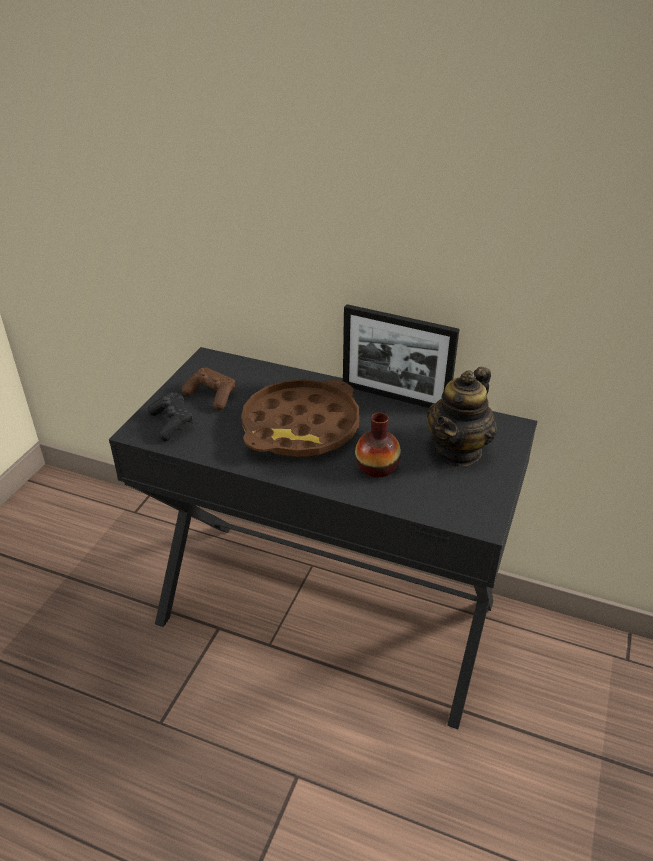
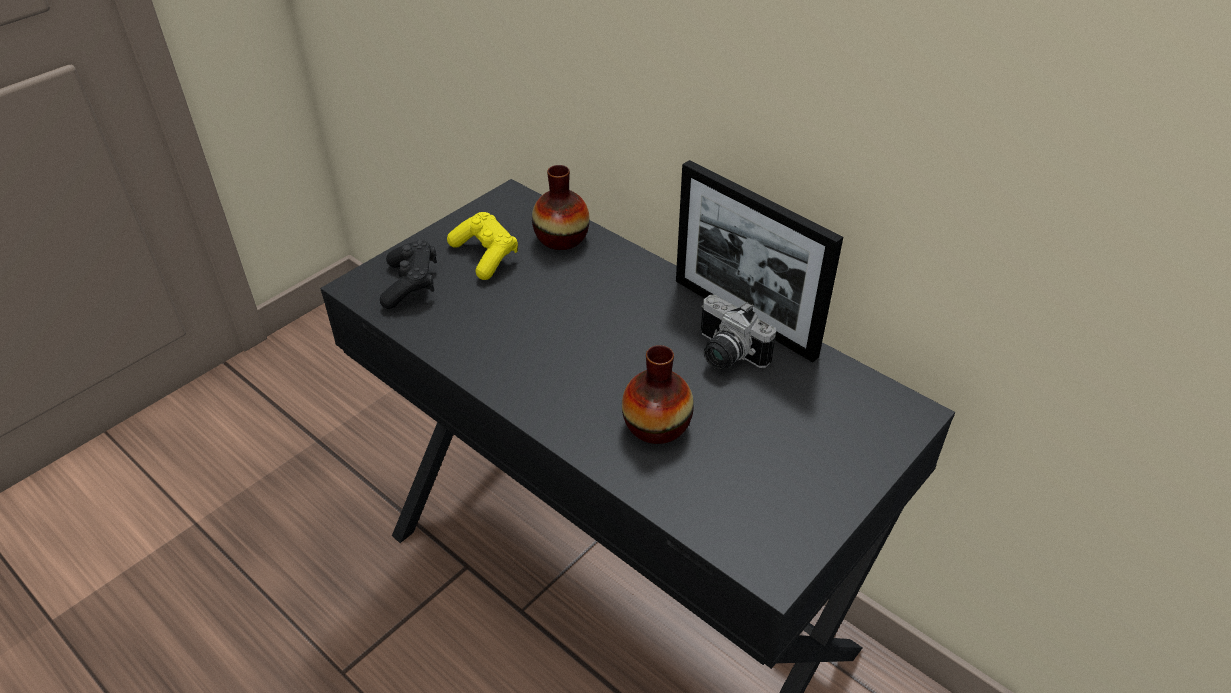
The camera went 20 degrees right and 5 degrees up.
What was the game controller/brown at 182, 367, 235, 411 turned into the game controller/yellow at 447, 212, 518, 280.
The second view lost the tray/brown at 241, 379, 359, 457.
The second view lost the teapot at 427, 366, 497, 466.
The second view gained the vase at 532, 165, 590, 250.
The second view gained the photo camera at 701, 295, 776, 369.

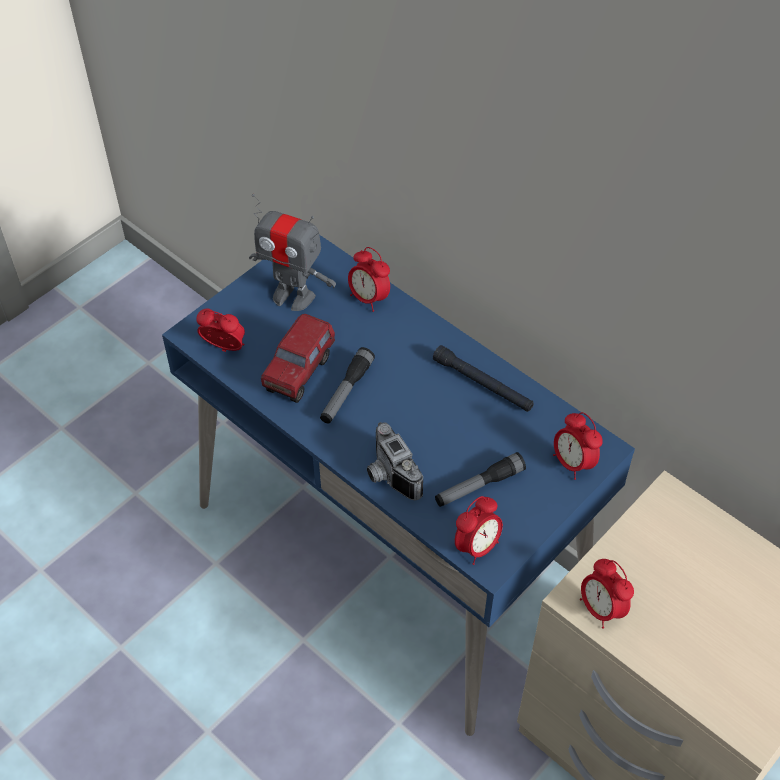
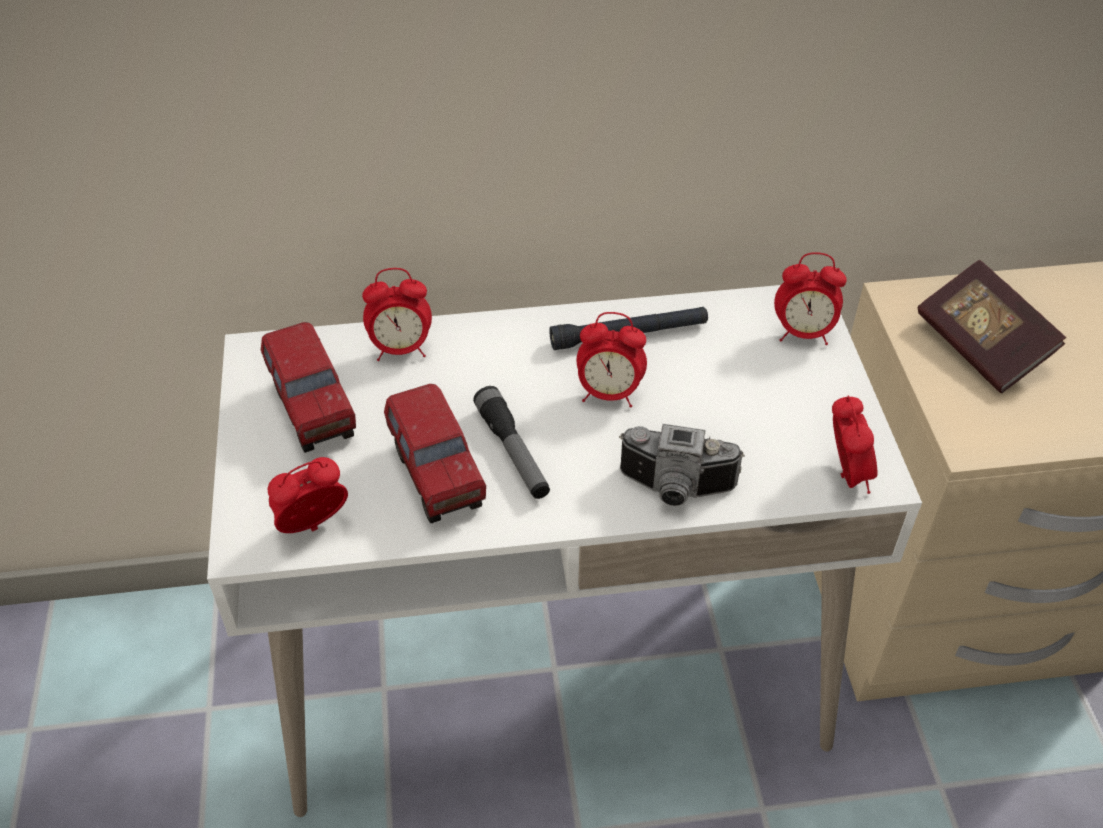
The camera went 50 degrees left and 5 degrees down.
What was the desk/blue at 162, 235, 635, 736 turned into the desk/white at 207, 285, 922, 817.
Where the toy robot stood at 249, 194, 336, 311, the toy truck came to stand at 261, 322, 356, 453.
The second view lost the flashlight at 435, 452, 526, 507.
The alarm clock ended up elsewhere, having gone from 580, 559, 634, 629 to 577, 312, 647, 407.
The second view gained the book at 918, 260, 1066, 393.

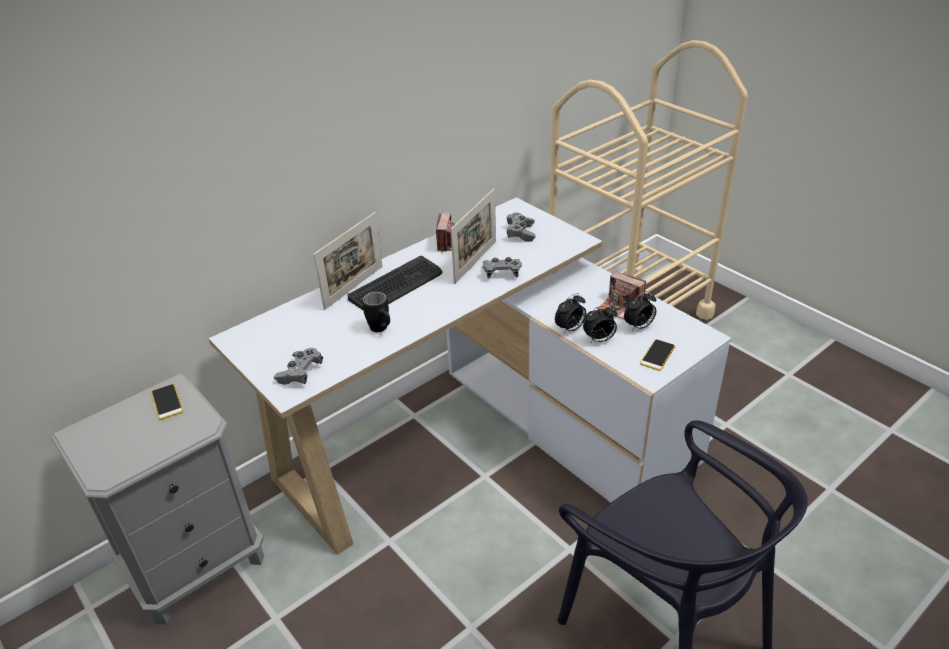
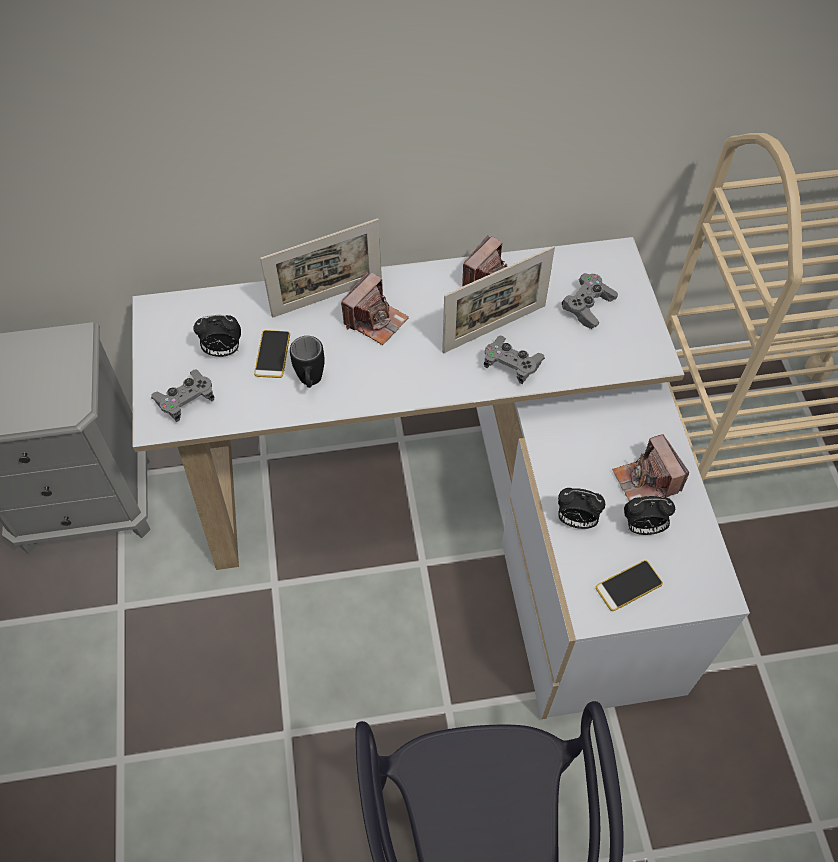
The camera went 30 degrees right and 20 degrees up.
The phone ended up elsewhere, having gone from 151, 384, 183, 420 to 254, 330, 290, 378.
Where the keyboard stood at 347, 256, 442, 310, the photo camera came to stand at 341, 271, 409, 345.
The alarm clock ended up elsewhere, having gone from 555, 293, 586, 334 to 193, 315, 241, 357.

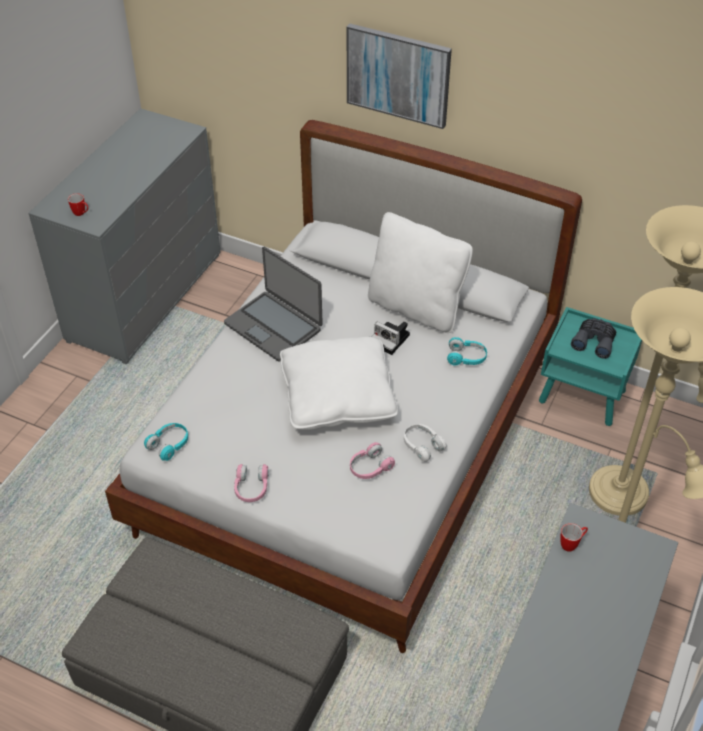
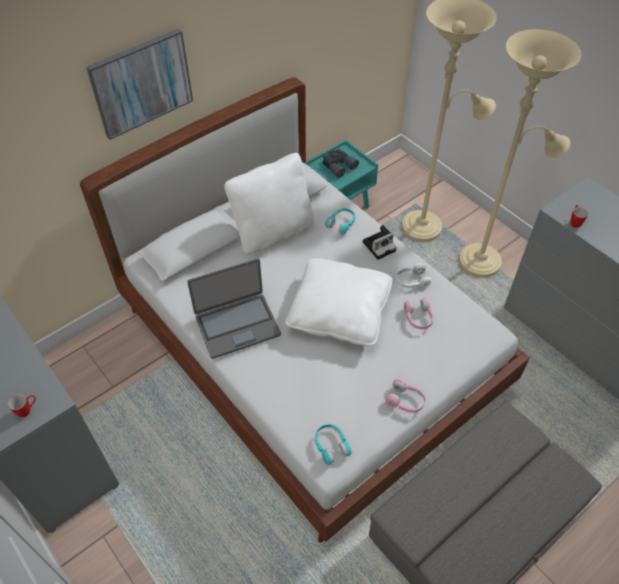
The camera went 65 degrees left and 5 degrees up.
The photo camera ended up elsewhere, having gone from 372, 322, 410, 355 to 363, 225, 397, 260.

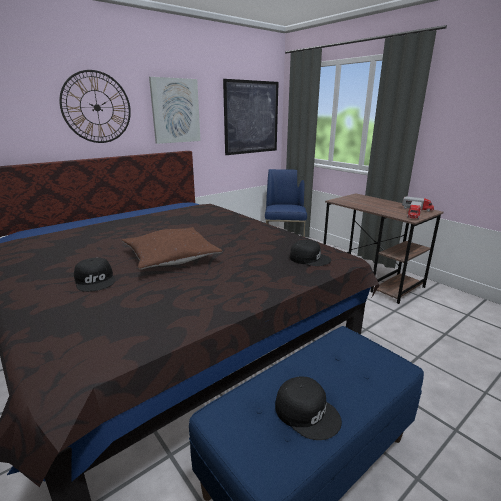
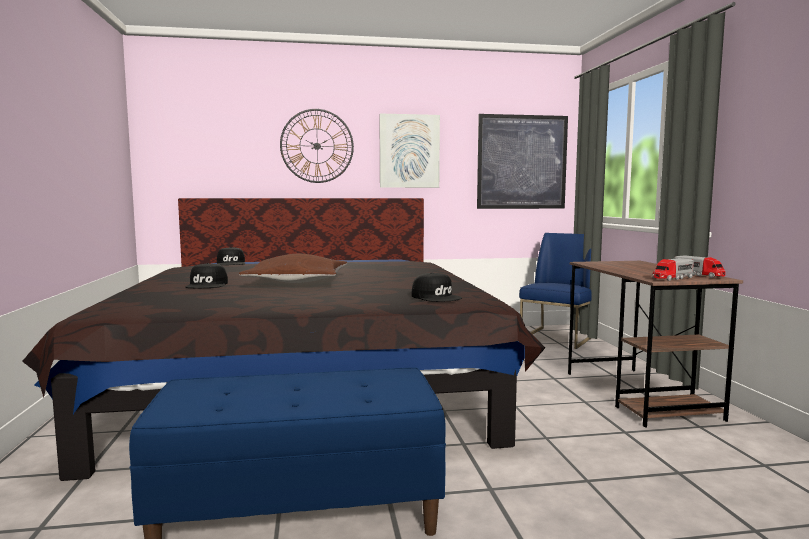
The camera went 30 degrees right and 15 degrees down.
The cap/black ended up elsewhere, having gone from 275, 376, 342, 440 to 217, 247, 245, 265.

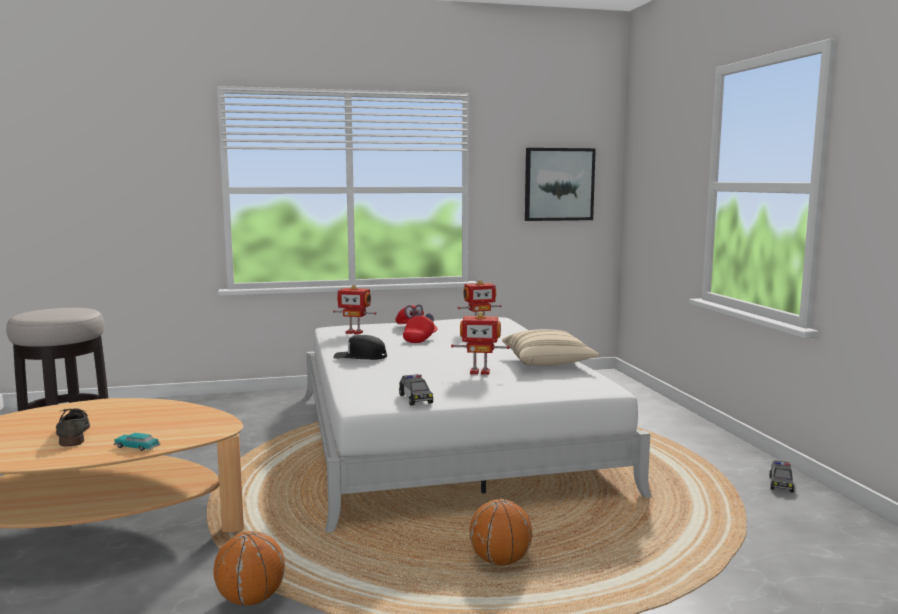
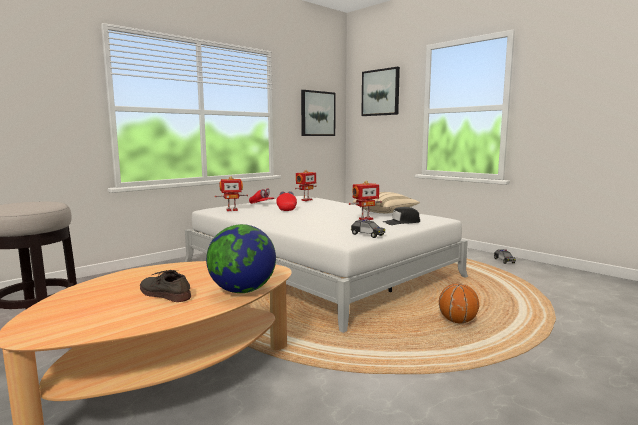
The camera went 30 degrees left and 0 degrees up.
Where the toy car stood at 114, 433, 161, 451, the globe came to stand at 206, 224, 276, 293.
The second view lost the basketball at 213, 531, 285, 606.
The cap/black ended up elsewhere, having gone from 333, 335, 387, 360 to 383, 207, 420, 225.
The second view gained the picture at 361, 67, 400, 116.

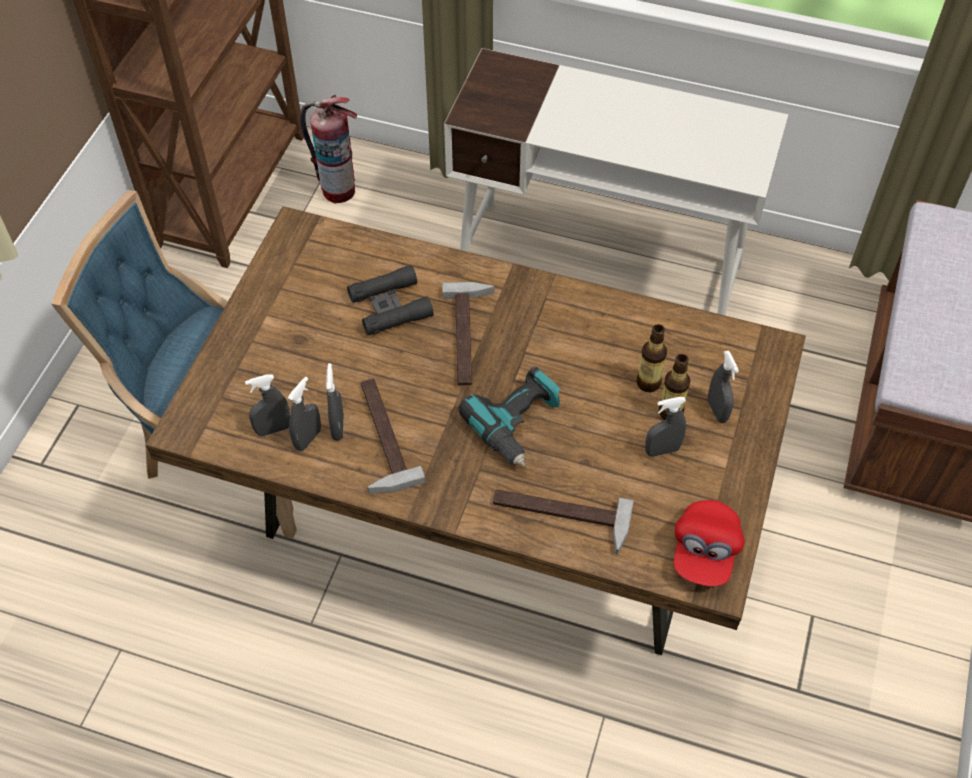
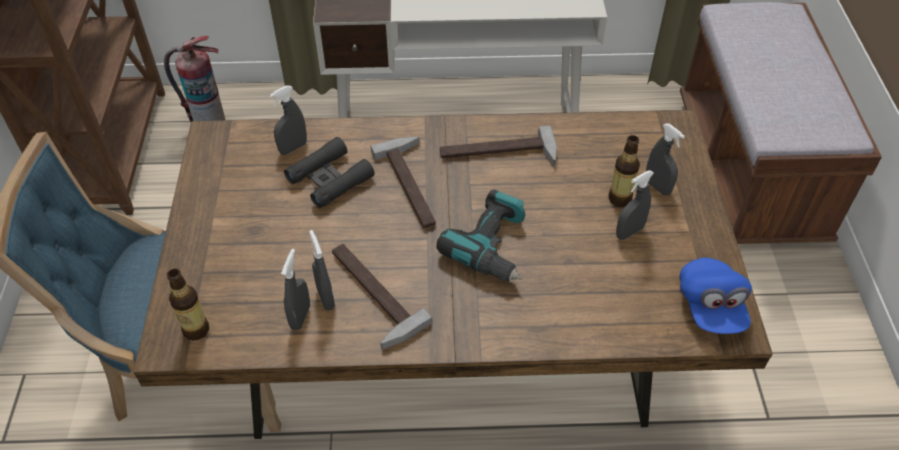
The camera went 20 degrees left and 5 degrees down.
The spray bottle/grey ended up elsewhere, having gone from 245, 374, 290, 436 to 270, 86, 307, 155.
The hammer ended up elsewhere, having gone from 493, 490, 634, 555 to 440, 126, 557, 167.
The bottle ended up elsewhere, having gone from 636, 324, 667, 392 to 167, 268, 209, 340.
What was the cap/red at 674, 500, 745, 586 turned into the cap/blue at 679, 258, 752, 334.

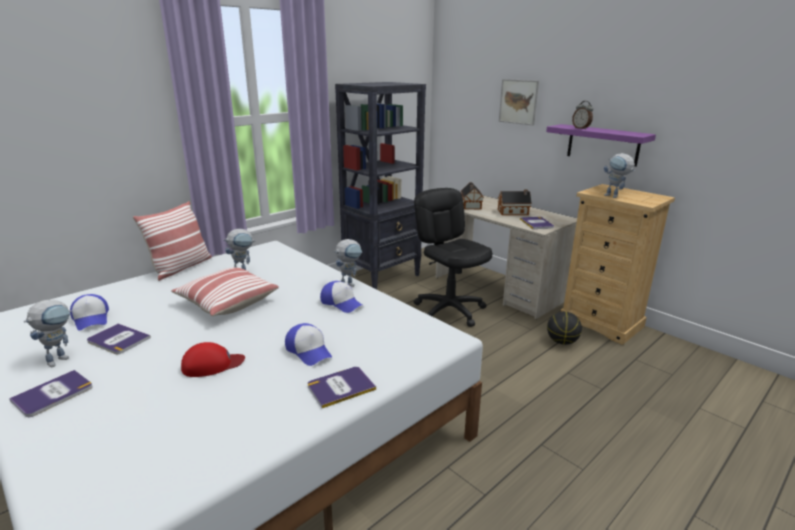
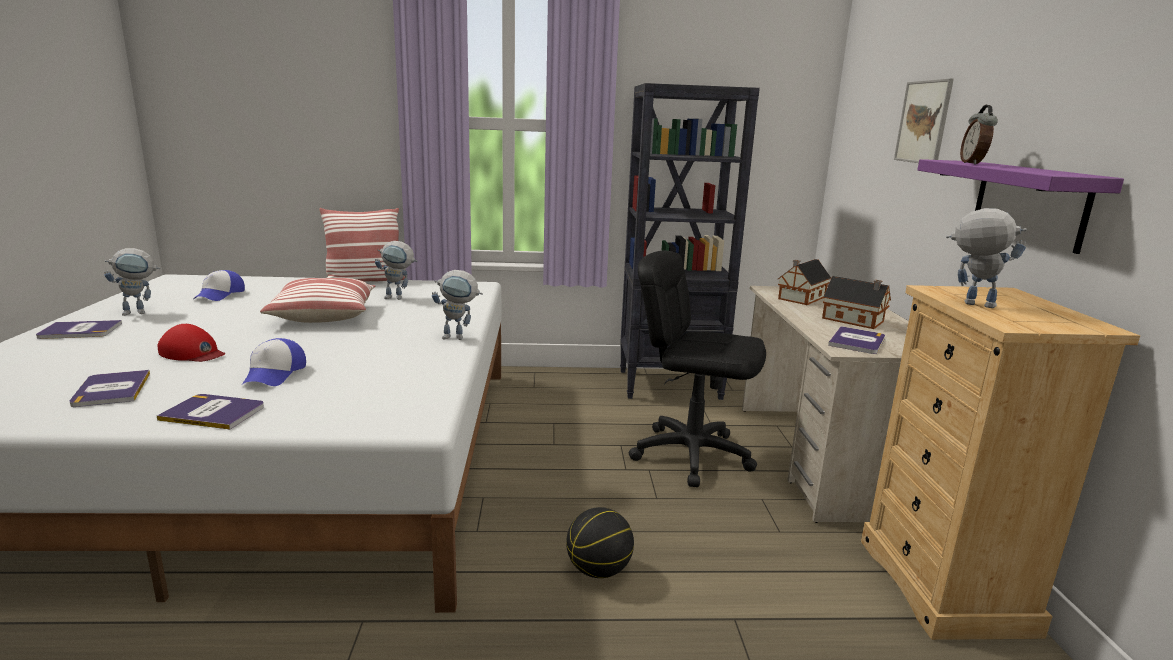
The camera went 40 degrees right and 5 degrees down.
The book ended up elsewhere, having gone from 87, 324, 151, 354 to 69, 370, 150, 407.
The second view lost the cap at 320, 281, 362, 313.
The office chair/black at 414, 188, 492, 327 ended up facing another way, 75 degrees counterclockwise from before.
The basketball ended up elsewhere, having gone from 547, 311, 582, 345 to 566, 507, 634, 578.
The toy robot at 604, 153, 635, 198 ended up facing another way, 120 degrees clockwise from before.

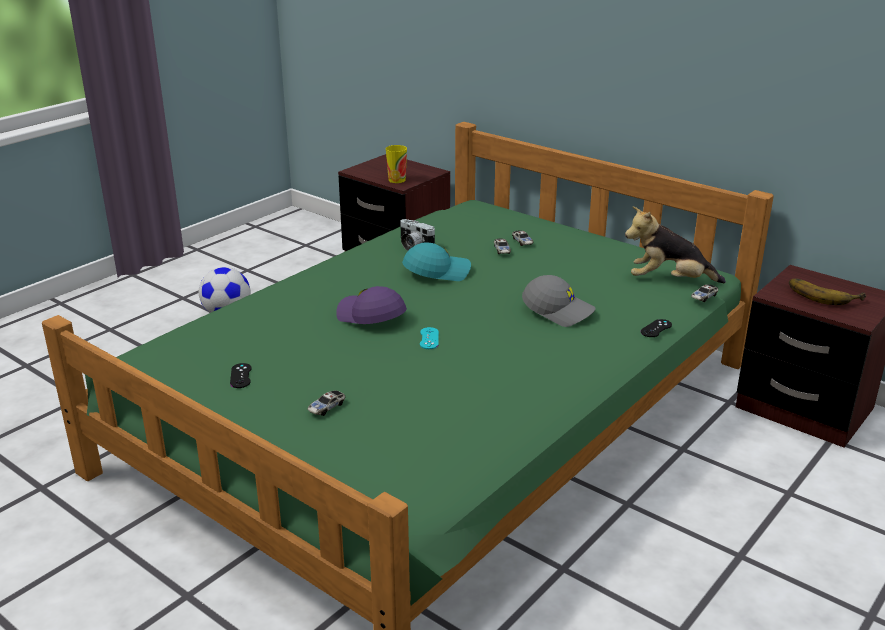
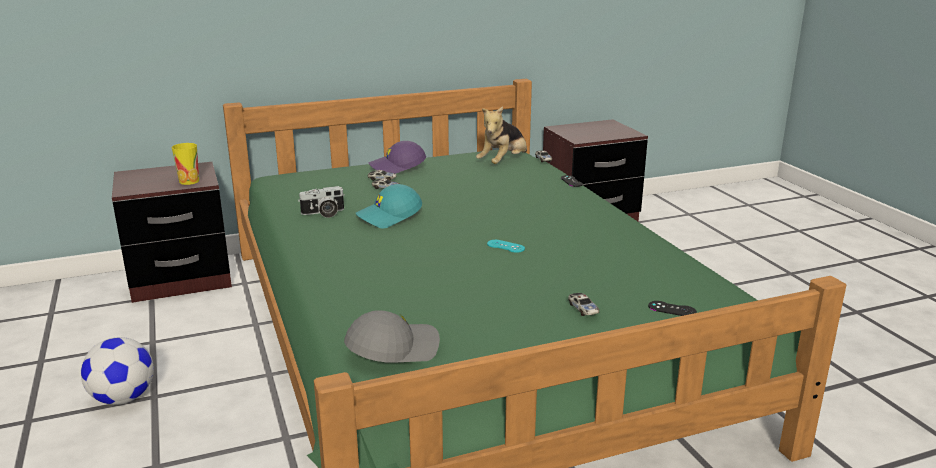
The camera went 60 degrees left and 5 degrees down.
The game controller/black ended up elsewhere, having gone from 230, 363, 252, 388 to 648, 301, 697, 316.
The cap/purple ended up elsewhere, having gone from 336, 286, 407, 324 to 369, 141, 426, 174.
The cap/turquoise at 402, 243, 471, 281 ended up facing another way, 135 degrees counterclockwise from before.
The cap/grey ended up elsewhere, having gone from 522, 275, 596, 327 to 344, 310, 440, 363.
The second view lost the banana at 789, 278, 866, 305.

